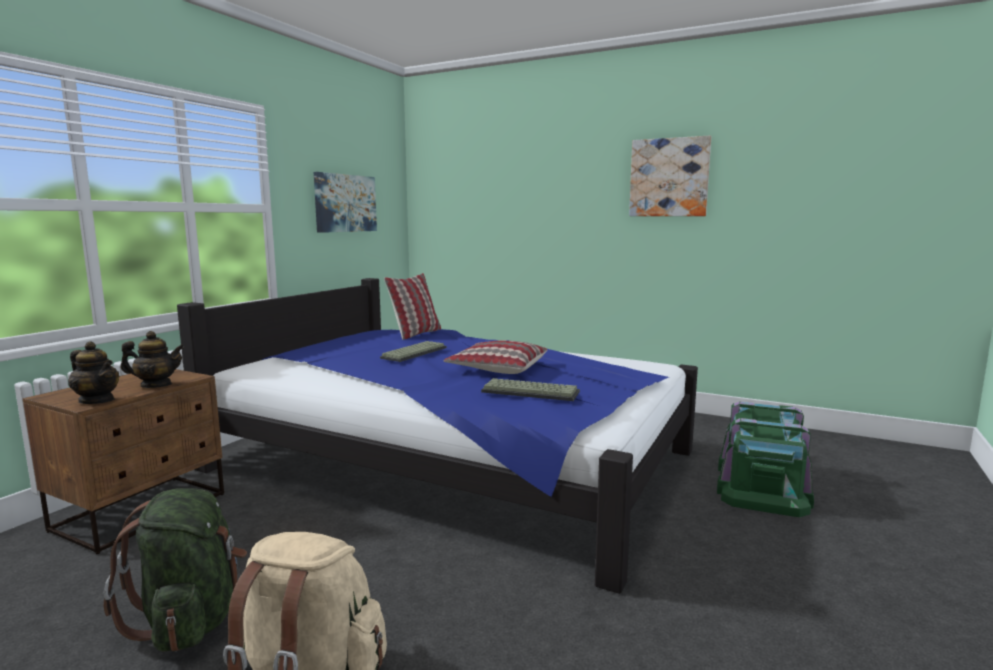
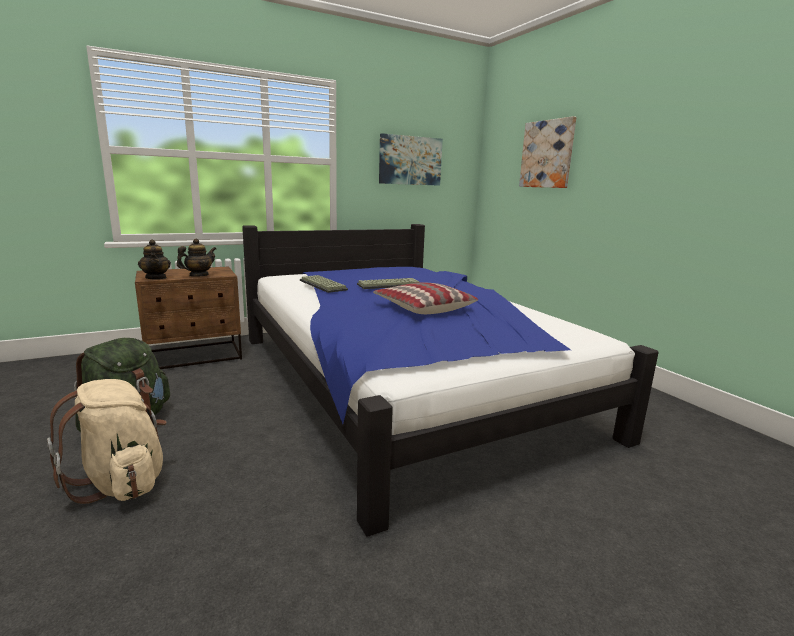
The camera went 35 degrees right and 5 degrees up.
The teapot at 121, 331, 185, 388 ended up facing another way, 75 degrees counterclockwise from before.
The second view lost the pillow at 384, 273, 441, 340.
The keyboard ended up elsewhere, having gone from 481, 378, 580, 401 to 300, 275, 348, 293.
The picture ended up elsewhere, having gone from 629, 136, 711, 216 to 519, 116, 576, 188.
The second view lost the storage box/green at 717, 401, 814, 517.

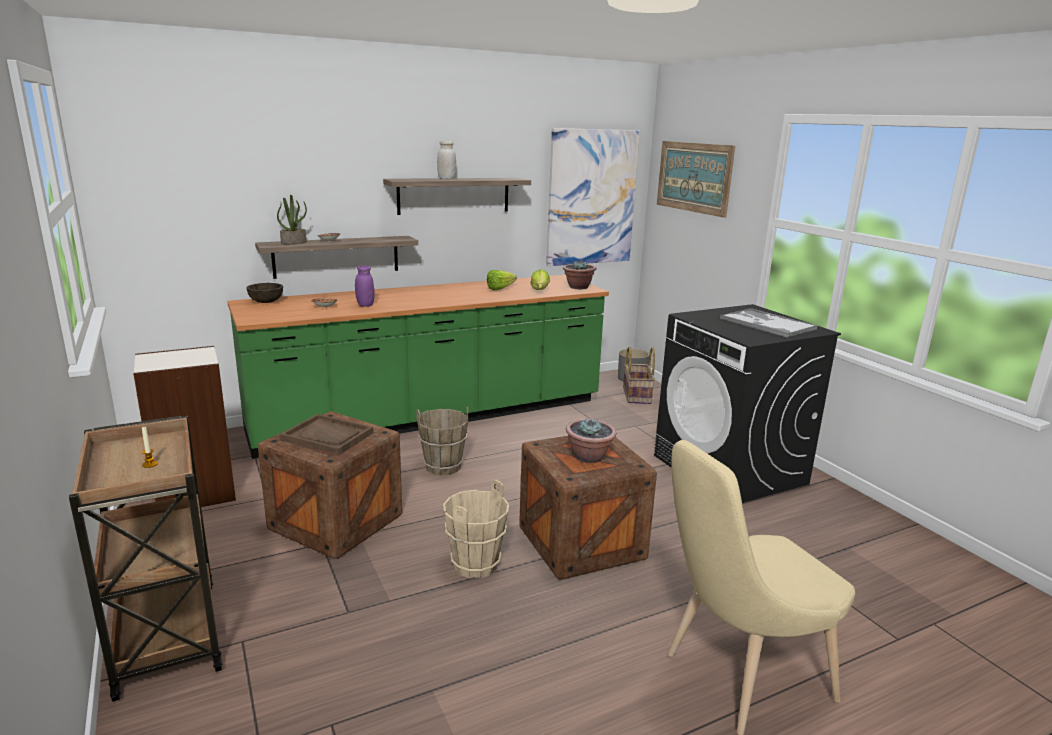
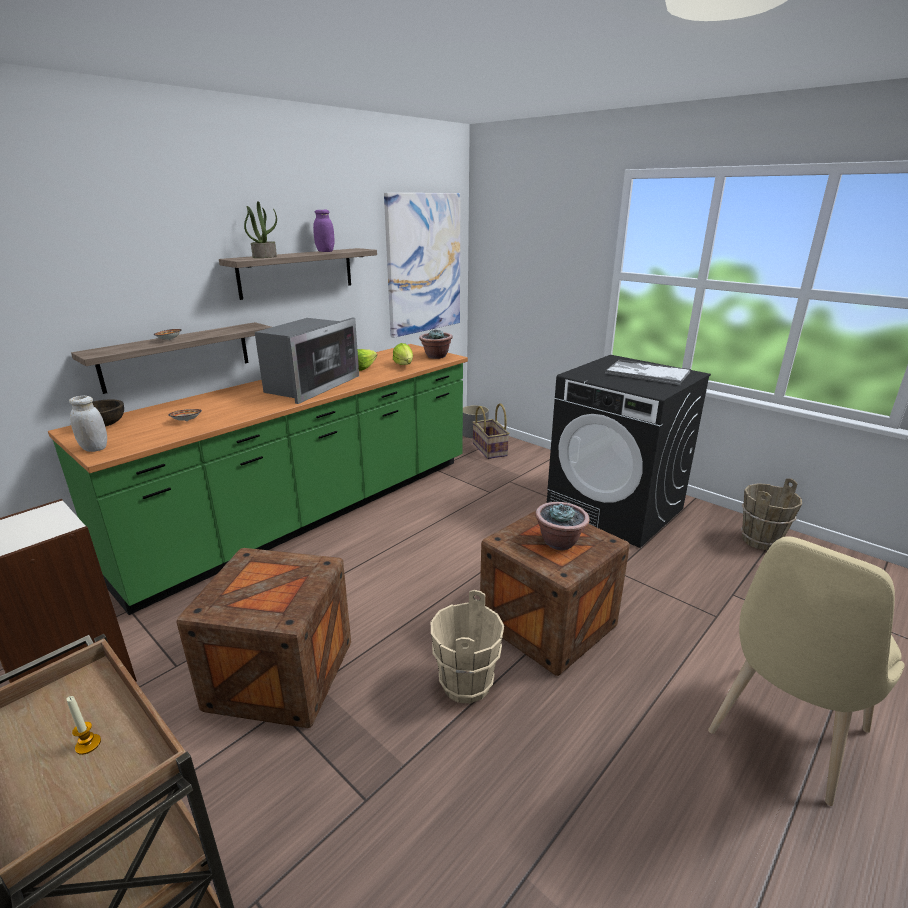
The camera went 20 degrees left and 5 degrees up.
The potted plant ended up elsewhere, having gone from 277, 195, 307, 245 to 244, 201, 277, 258.
The second view lost the tray/brown at 280, 414, 373, 455.
The jar/purple ended up elsewhere, having gone from 355, 265, 374, 307 to 313, 210, 335, 252.
The bucket/brown ended up elsewhere, having gone from 416, 406, 468, 476 to 741, 478, 802, 551.
The jar/white ended up elsewhere, having gone from 437, 141, 456, 179 to 69, 396, 107, 452.
The second view lost the picture at 657, 141, 735, 218.
The second view gained the microwave at 255, 318, 359, 404.

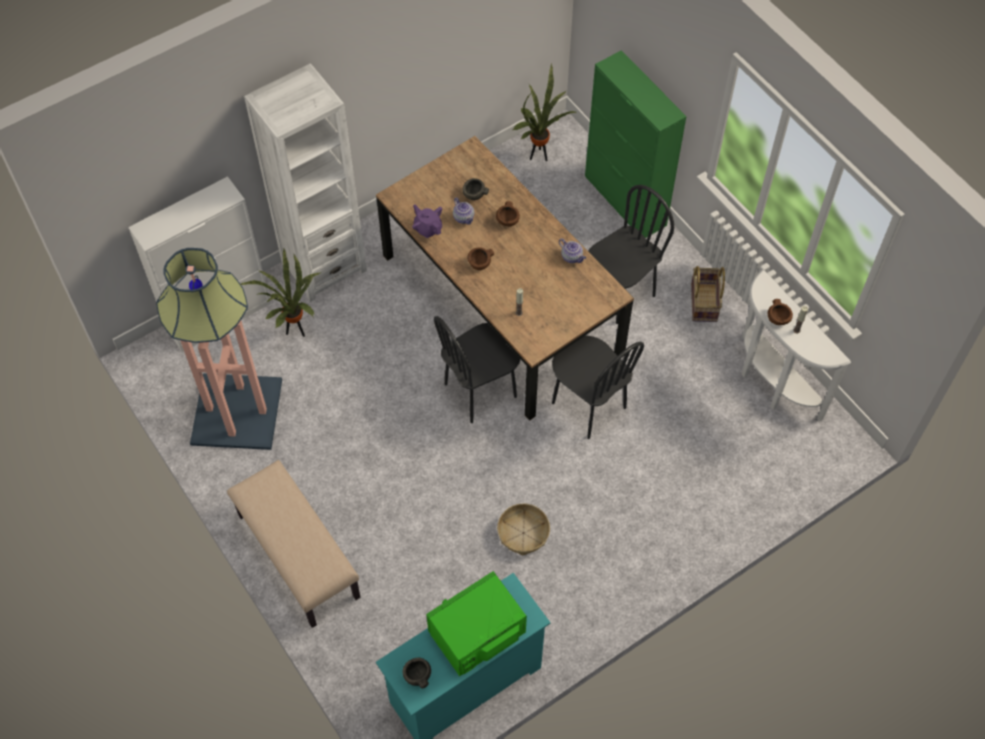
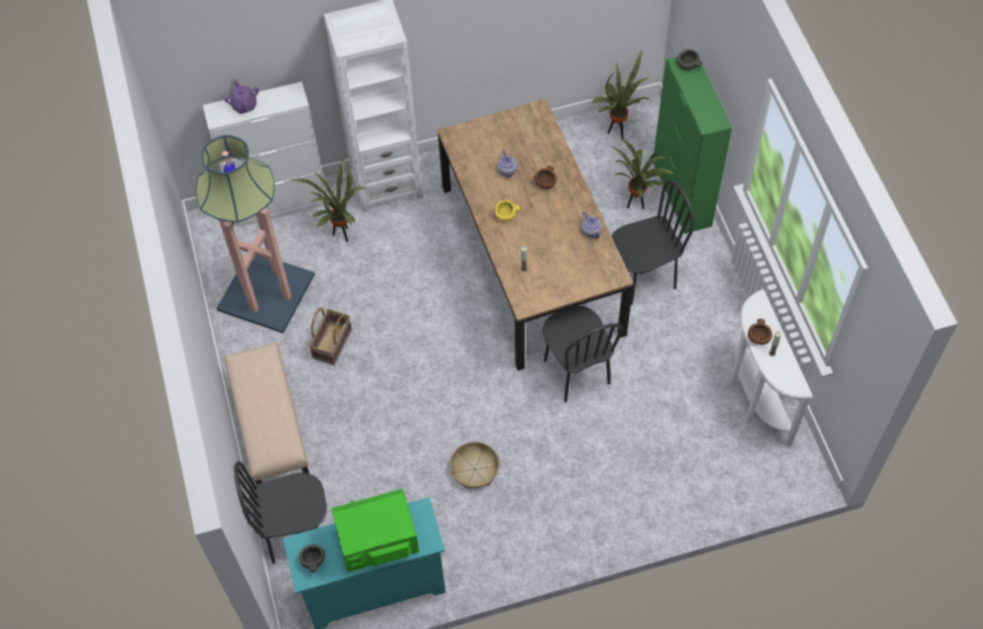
The camera went 20 degrees right and 0 degrees up.
The teapot/purple ended up elsewhere, having gone from 412, 205, 442, 238 to 224, 80, 259, 114.
The chair/black ended up elsewhere, having gone from 434, 316, 521, 423 to 234, 461, 327, 564.
The bowl/grey ended up elsewhere, having gone from 463, 178, 489, 200 to 677, 49, 702, 70.
What was the bowl/brown at 467, 247, 494, 270 turned into the bowl/yellow at 495, 200, 520, 222.
The basket ended up elsewhere, having gone from 691, 266, 725, 322 to 308, 308, 352, 365.
The second view gained the potted plant at 612, 138, 675, 209.

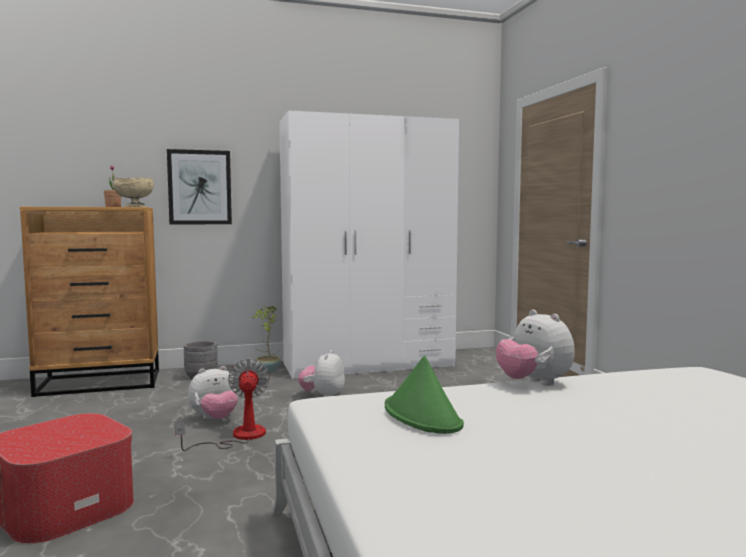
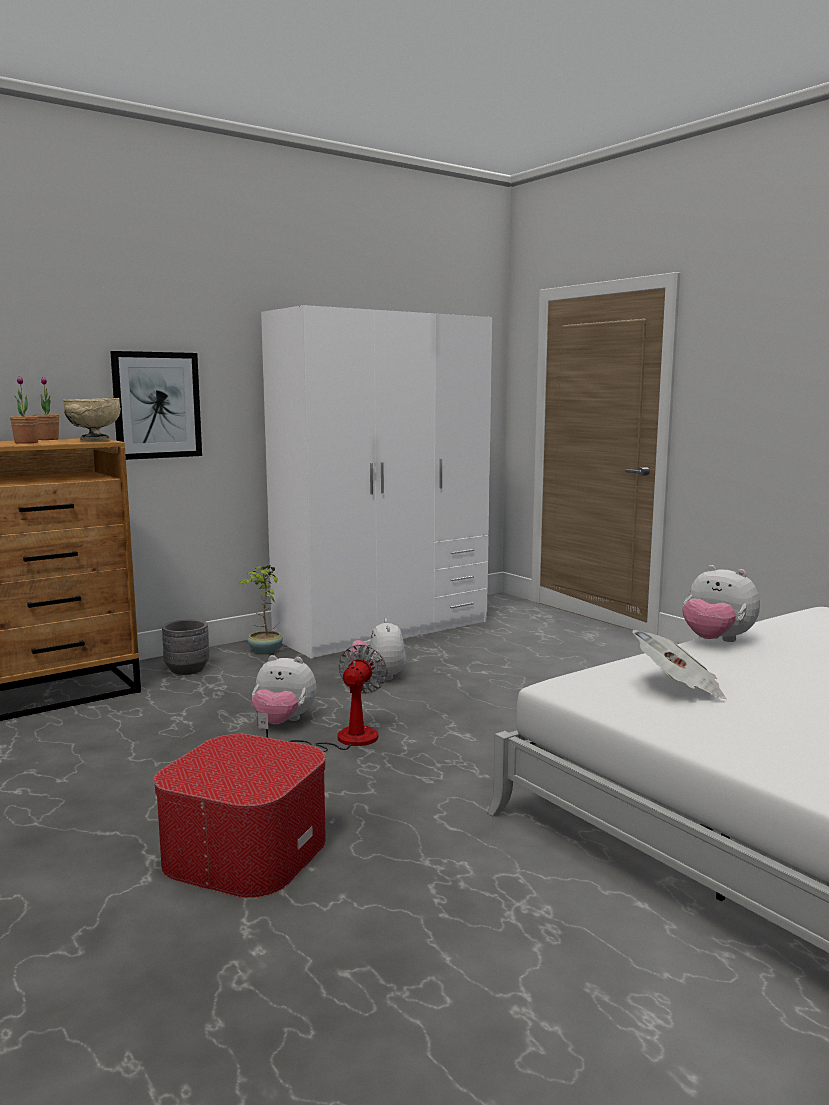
The camera went 20 degrees left and 5 degrees up.
The fan at 175, 359, 270, 451 ended up facing another way, 45 degrees clockwise from before.
The plush toy at 188, 366, 238, 419 ended up facing another way, 60 degrees clockwise from before.
Where the hat/green stood at 385, 356, 464, 434, the newspaper came to stand at 632, 630, 726, 699.
The second view gained the potted plant at 10, 376, 39, 444.

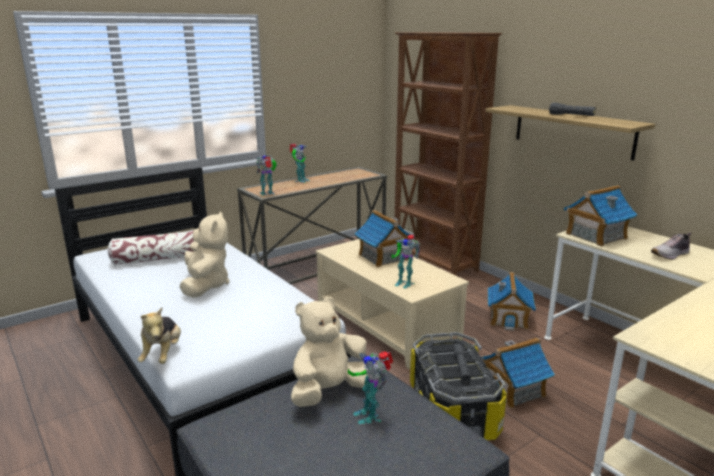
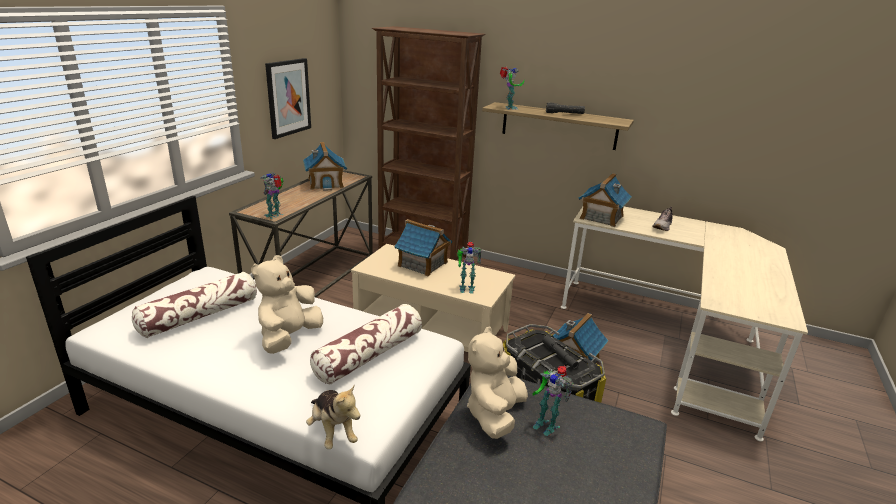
The camera went 30 degrees left and 5 degrees up.
The plush toy/beige at 180, 211, 229, 298 ended up facing another way, 120 degrees counterclockwise from before.
The toy robot ended up elsewhere, having gone from 290, 144, 310, 182 to 500, 66, 524, 110.
The toy house ended up elsewhere, having gone from 488, 272, 536, 331 to 303, 142, 347, 191.
The second view gained the picture at 265, 58, 311, 139.
The second view gained the pillow at 310, 304, 422, 384.

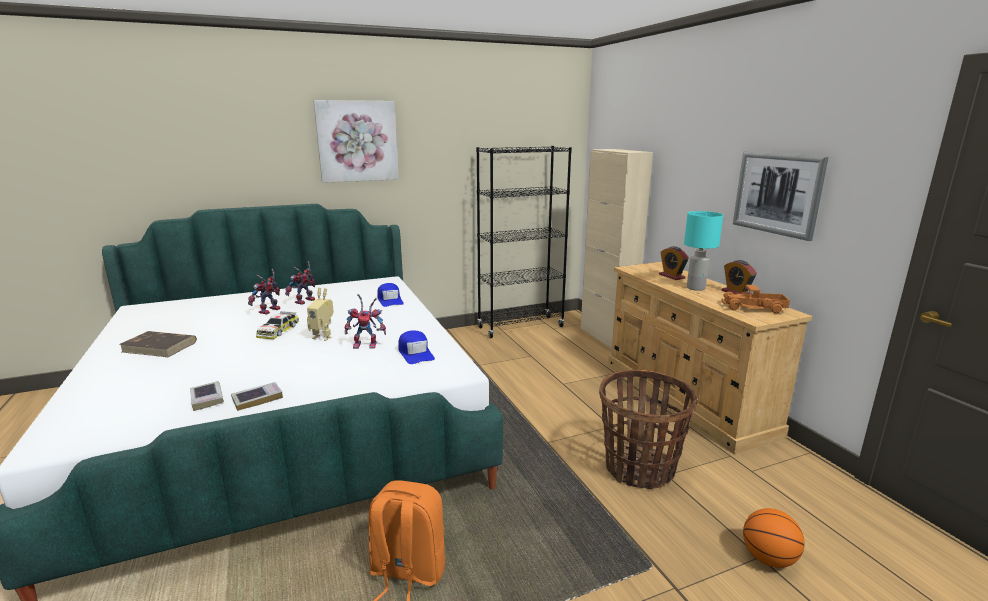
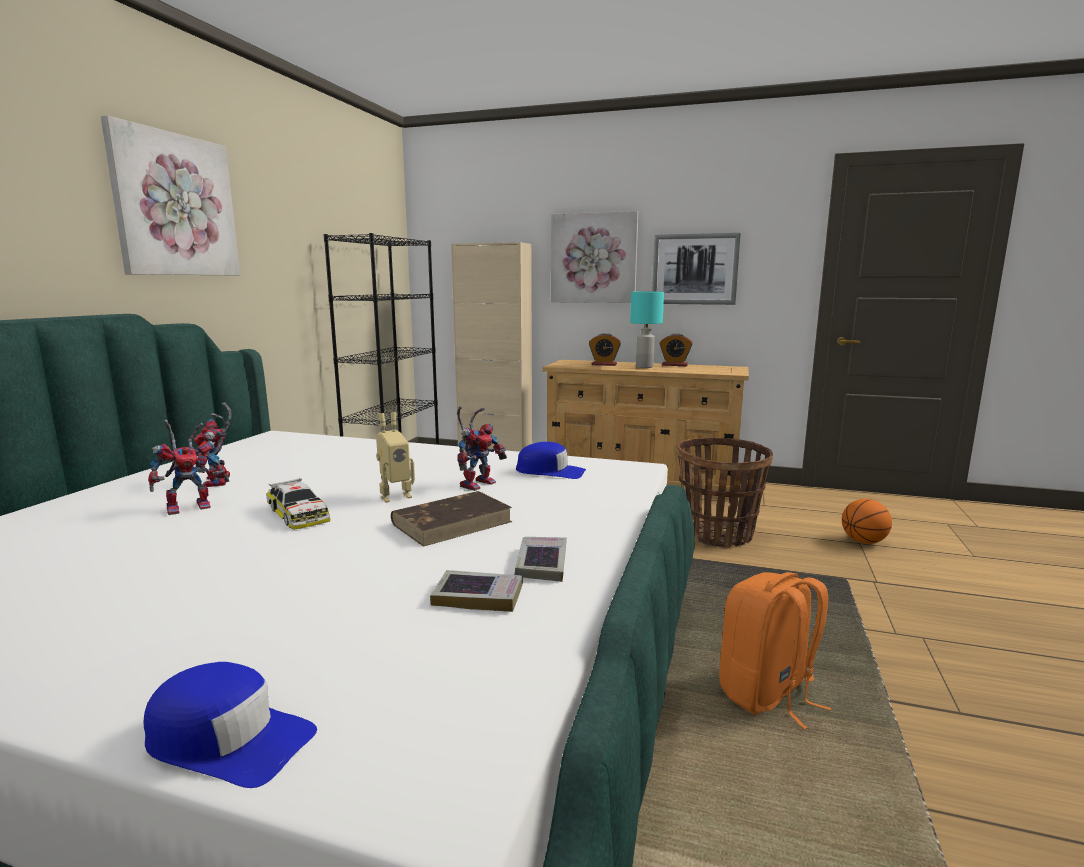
The camera went 50 degrees left and 5 degrees down.
The book/brown ended up elsewhere, having gone from 119, 331, 197, 357 to 391, 491, 512, 547.
The toy robot at 248, 269, 280, 314 ended up facing another way, 105 degrees counterclockwise from before.
The cap/blue ended up elsewhere, having gone from 377, 283, 404, 307 to 144, 662, 317, 788.
The second view lost the toy truck at 721, 285, 790, 313.
The second view gained the picture at 551, 211, 638, 303.

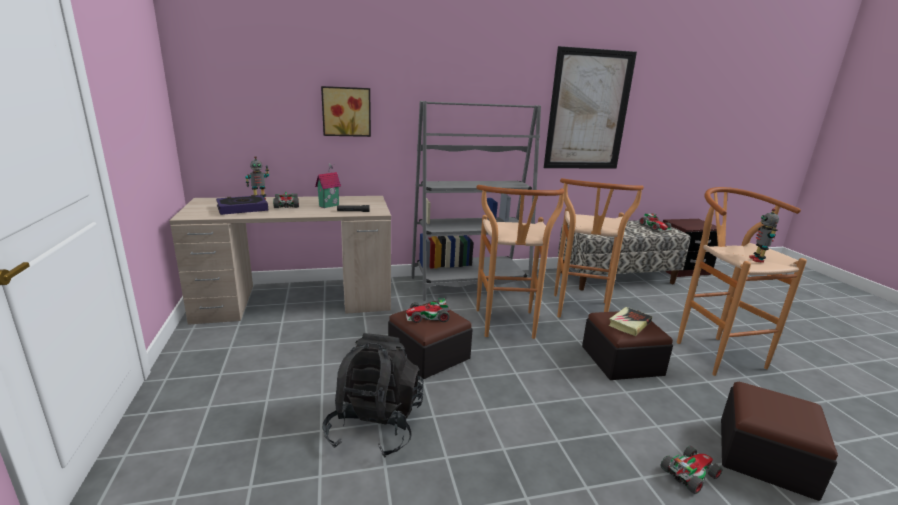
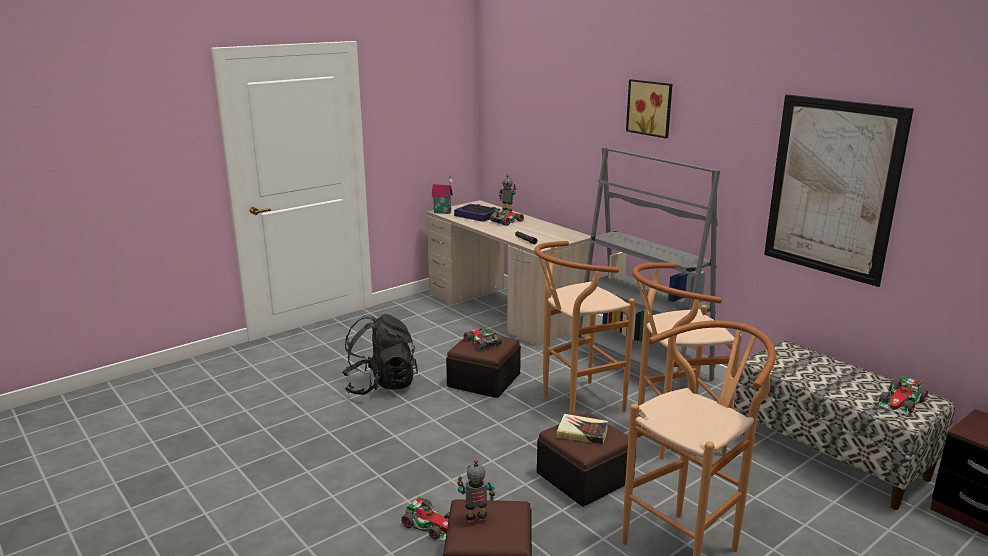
The camera went 65 degrees right and 0 degrees up.
The toy house ended up elsewhere, having gone from 315, 163, 341, 208 to 431, 176, 453, 214.
The picture ended up elsewhere, having gone from 321, 86, 371, 137 to 626, 79, 672, 138.
The toy robot ended up elsewhere, having gone from 749, 208, 779, 263 to 457, 460, 495, 524.

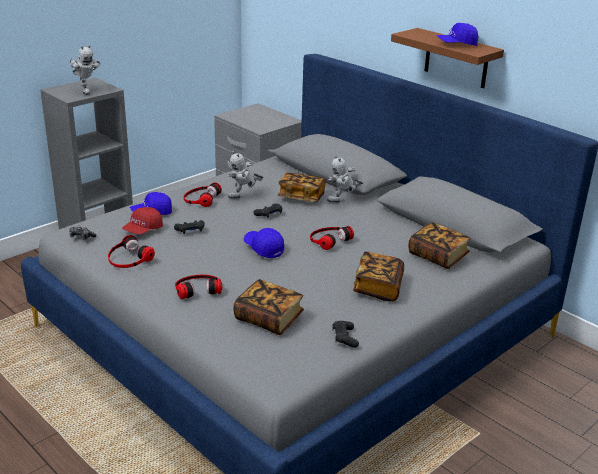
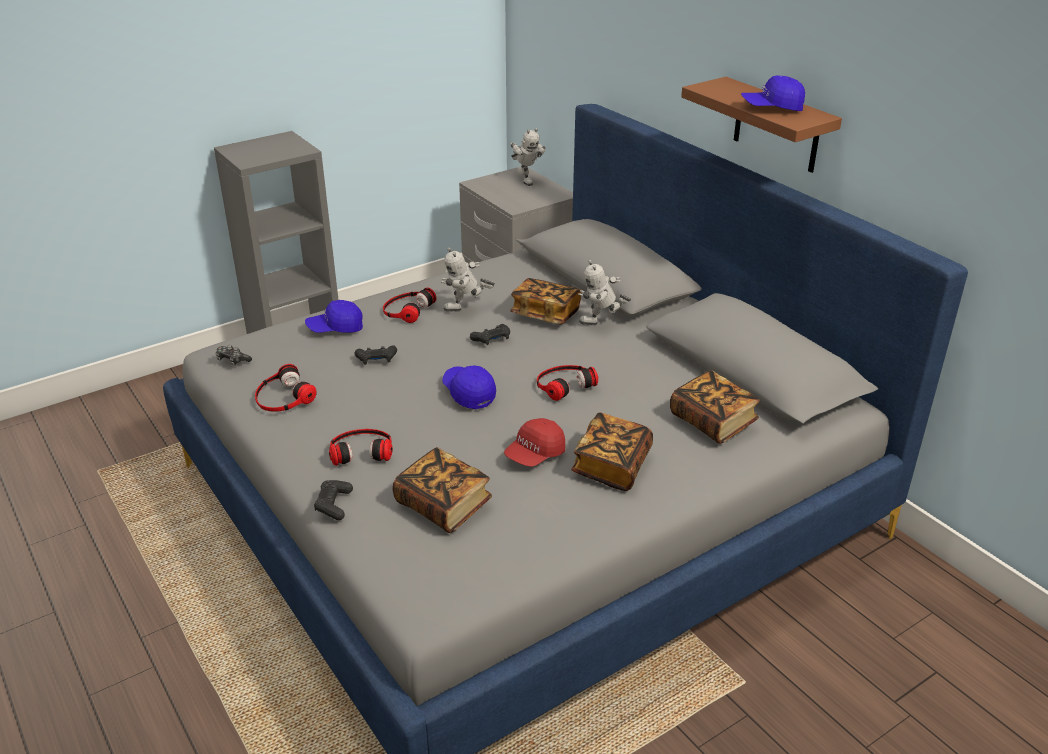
The camera went 10 degrees right and 5 degrees up.
The toy robot ended up elsewhere, having gone from 69, 45, 100, 95 to 510, 128, 546, 186.
The cap/red ended up elsewhere, having gone from 122, 207, 163, 234 to 504, 418, 565, 467.
The game controller/black ended up elsewhere, having gone from 333, 321, 359, 348 to 314, 480, 353, 520.

